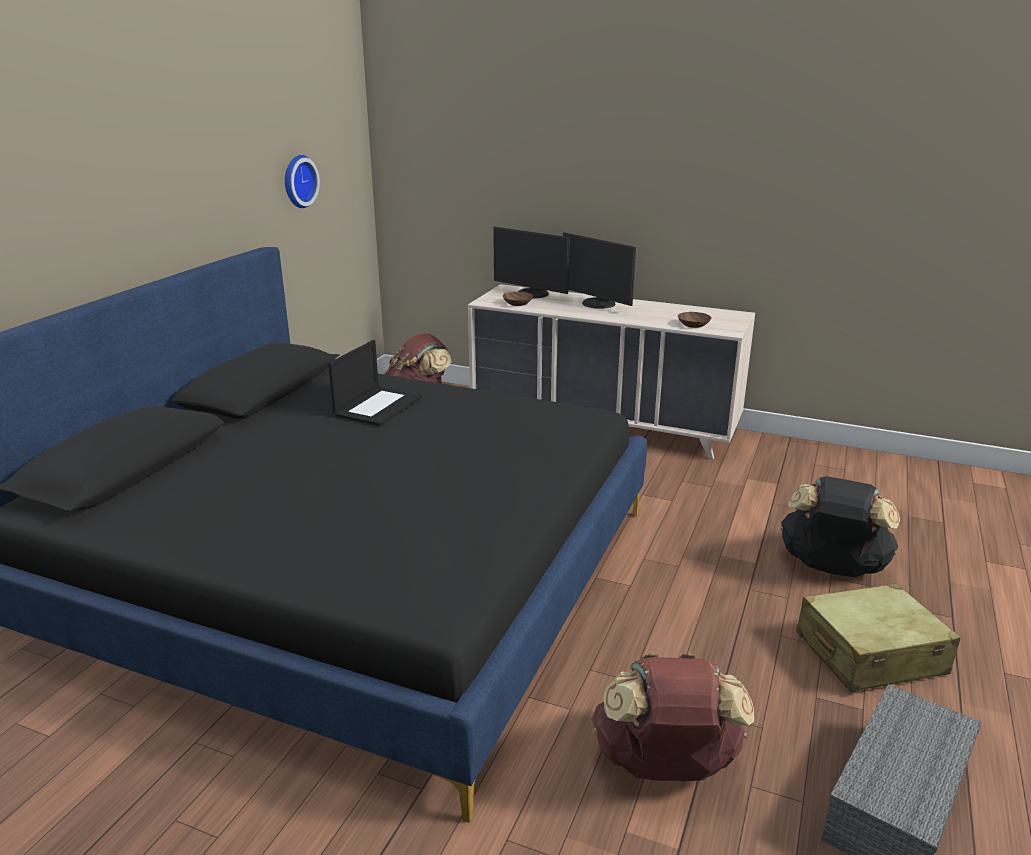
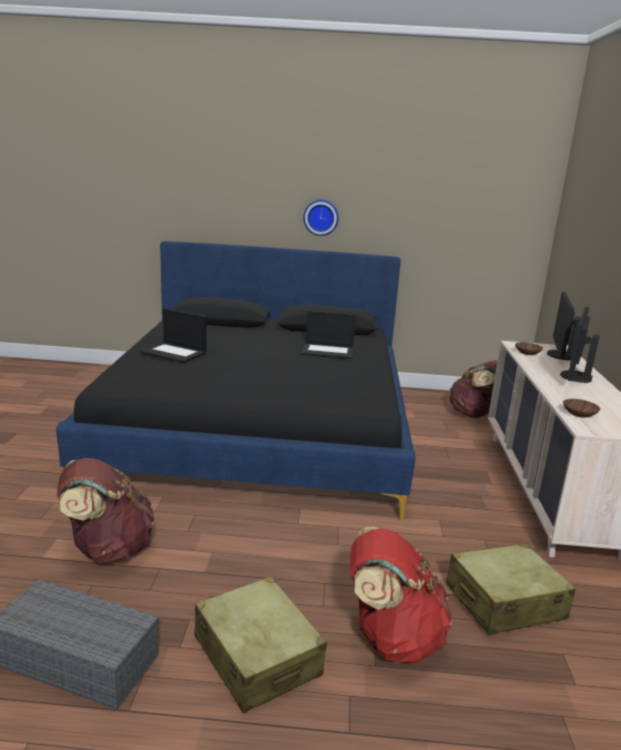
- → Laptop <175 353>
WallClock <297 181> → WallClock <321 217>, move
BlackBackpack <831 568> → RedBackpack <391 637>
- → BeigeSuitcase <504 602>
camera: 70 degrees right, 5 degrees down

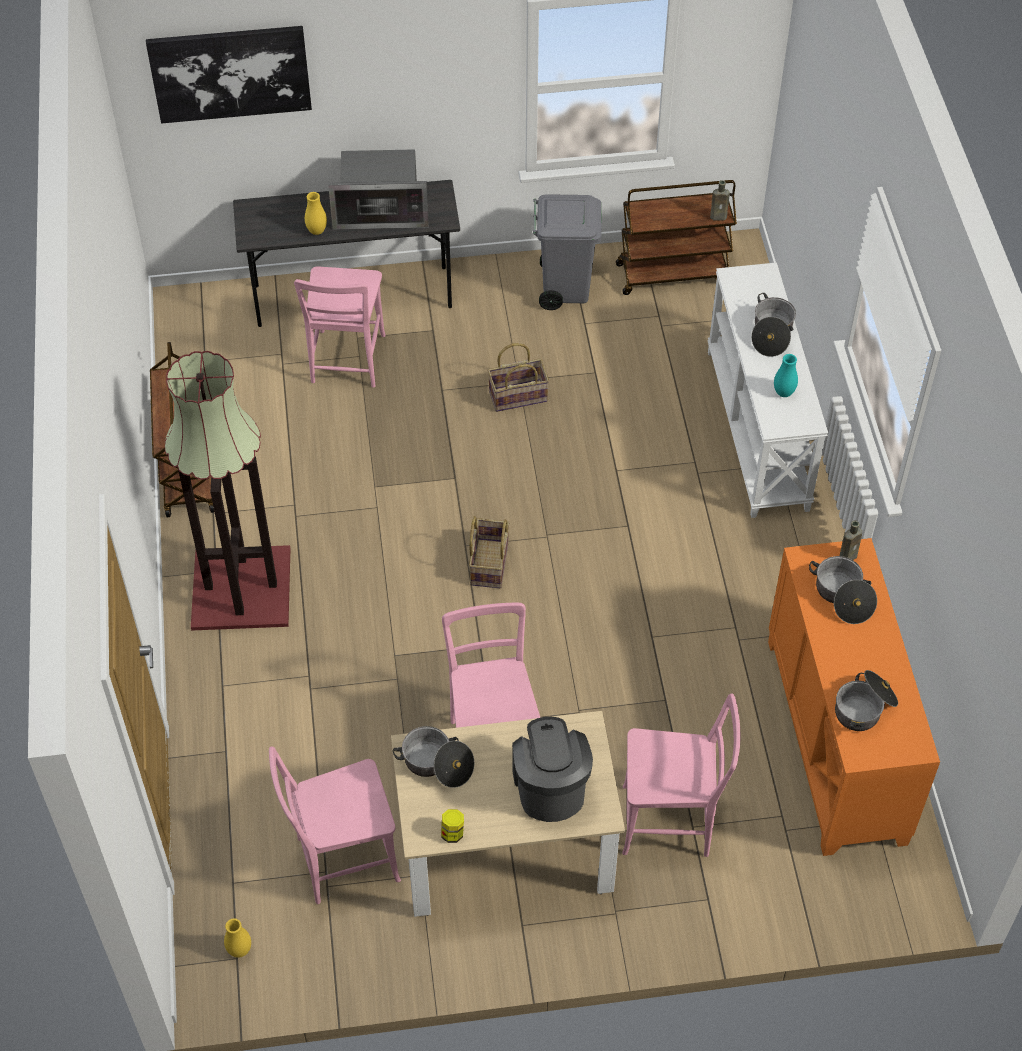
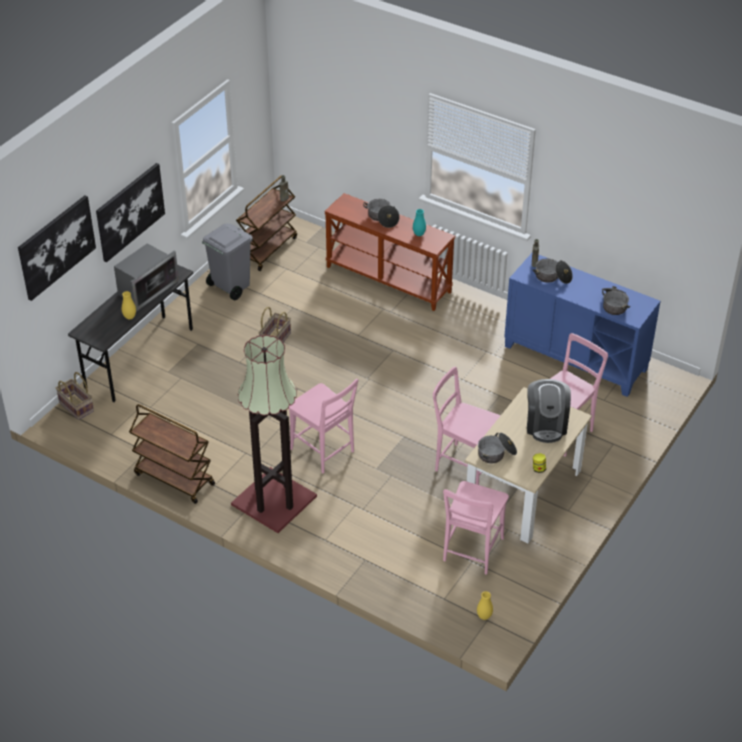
Basket <488 563> → Basket <75 407>, move
- → Picture <130 211>
PinkChair <347 363> → PinkChair <324 452>, move
WhiteConsoleTable <758 429> → BrownConsoleTable <389 279>
OrangeCabinet <836 740> → BlueCabinet <576 357>
CoffeeMachine <550 786> → CoffeeMachine <546 425>, 120 degrees counterclockwise
camera: 50 degrees left, 10 degrees down

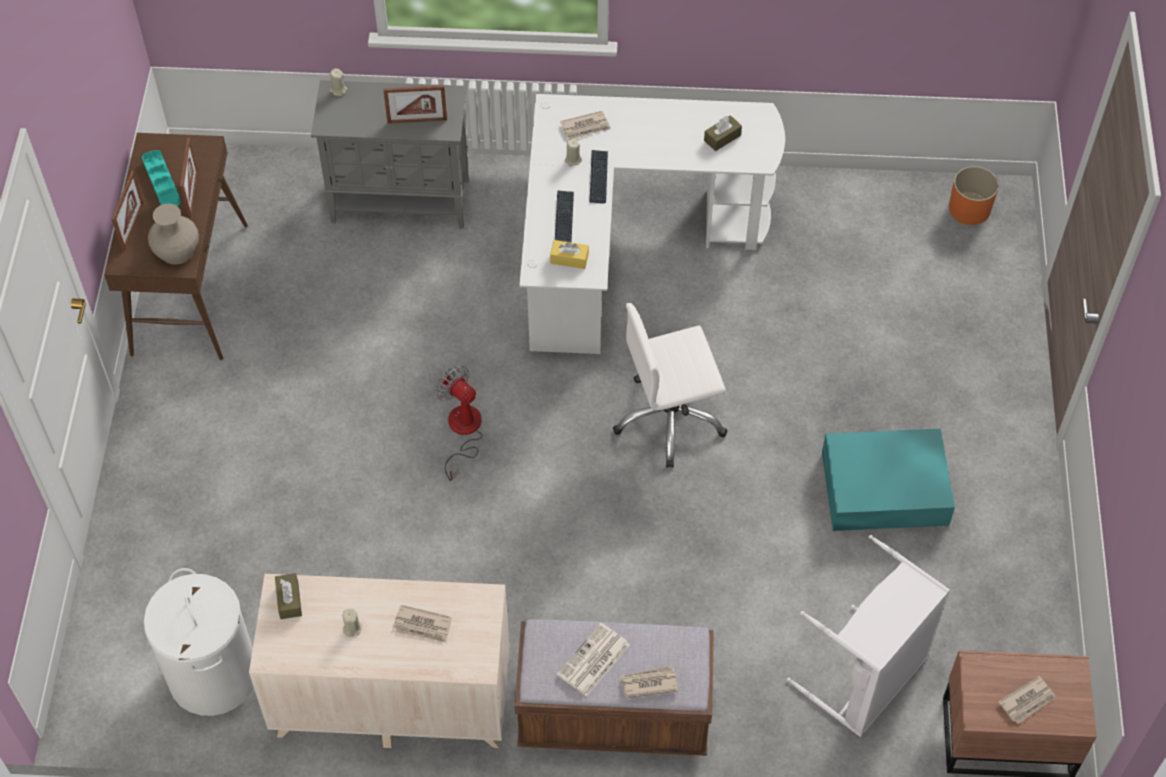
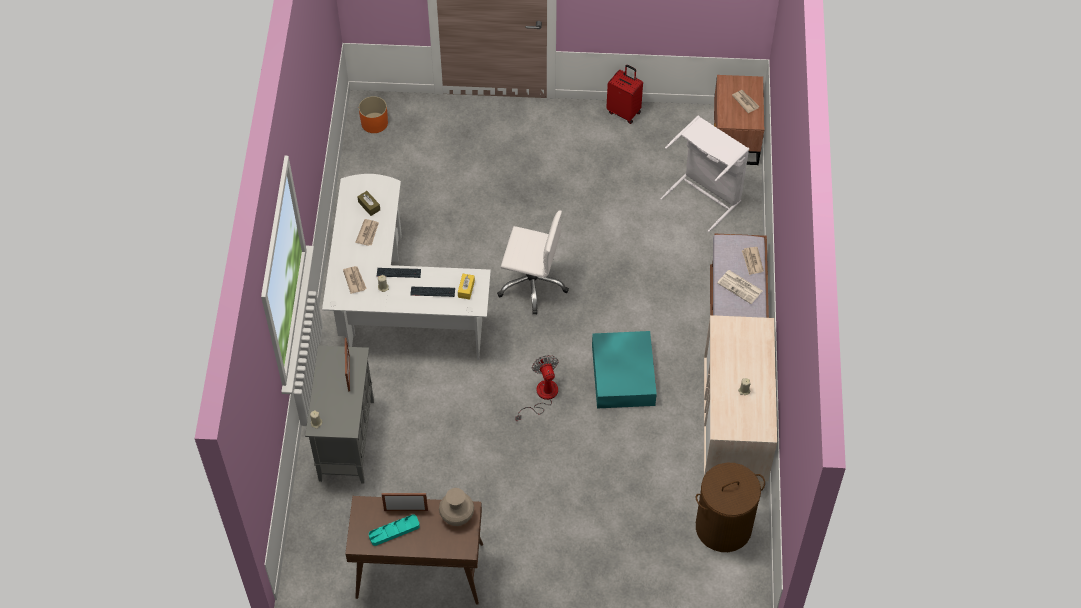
Newspaper <423 626> → Newspaper <368 233>, move
WhiteOfficeChair <669 419> → WhiteOfficeChair <532 284>, 60 degrees counterclockwise
Fan <462 432> → Fan <542 396>, 120 degrees clockwise
TurquoiseStorageBox <886 489> → TurquoiseStorageBox <623 374>, move
- → RedSuitcase <624 112>
WhiteLaundryBasket <214 675> → BrownLaundryBasket <723 526>
PictureFrame <132 226> → -
BrownTissueBox <289 600> → -
camera: 90 degrees left, 0 degrees up

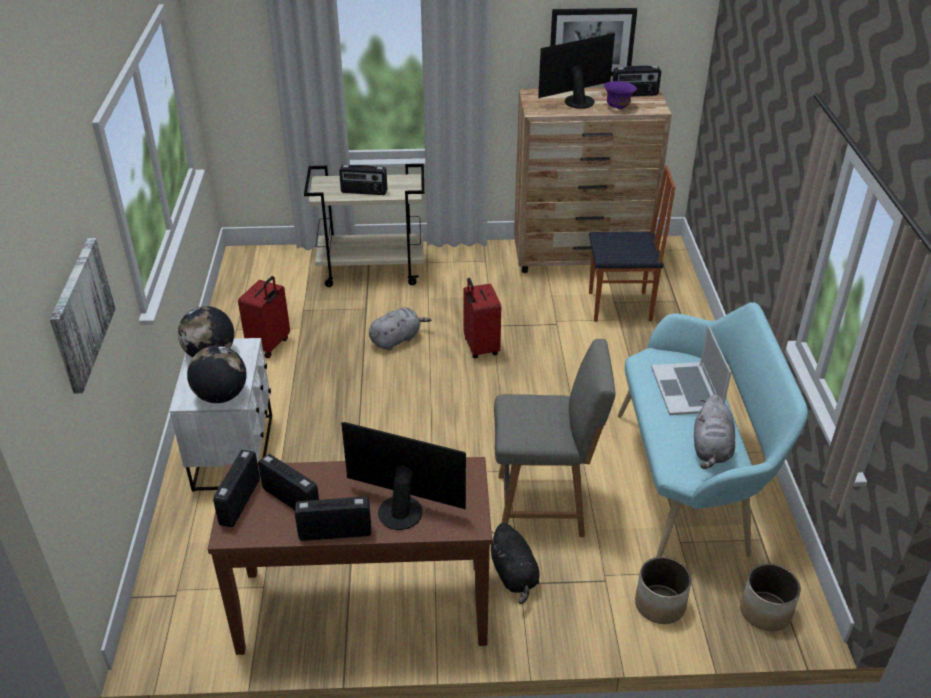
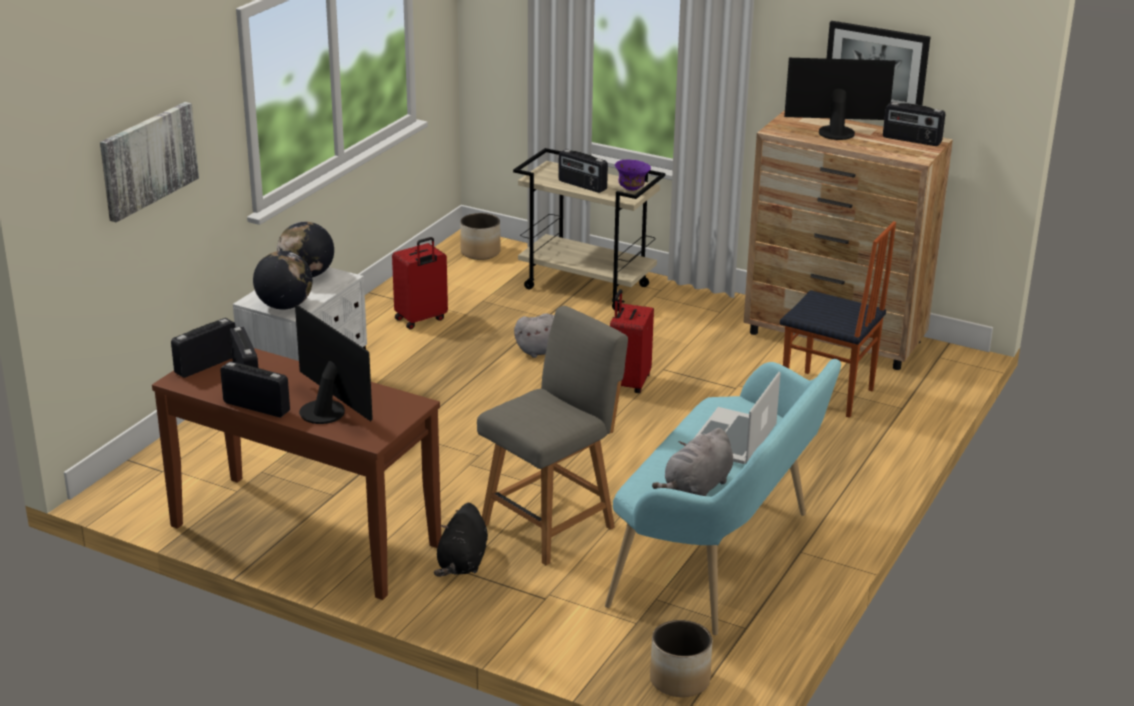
Planter <659 604> → Planter <480 252>, move
GreyChair <544 505> → GreyChair <551 524>, 75 degrees counterclockwise
PurpleBowl <617 107> → PurpleBowl <631 188>, move
camera: 30 degrees right, 10 degrees down

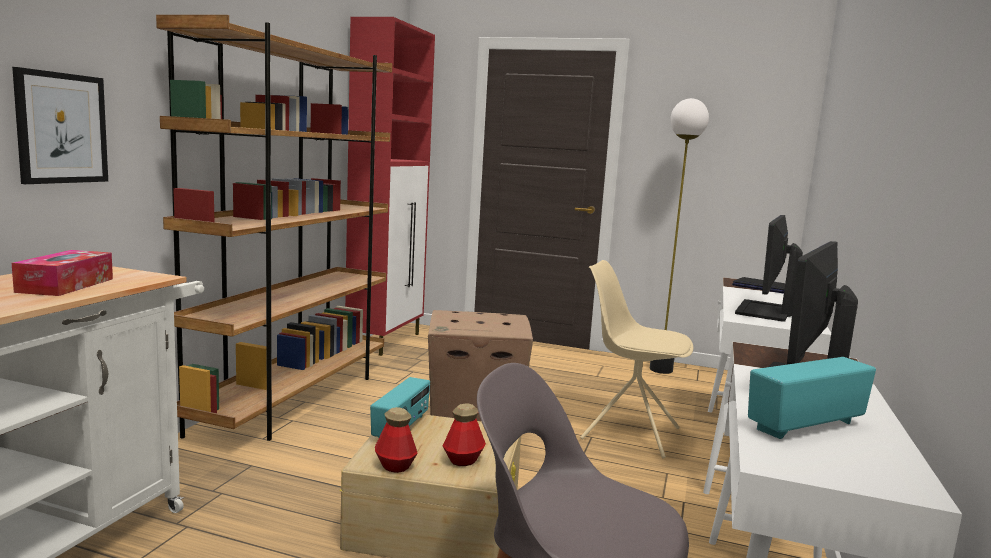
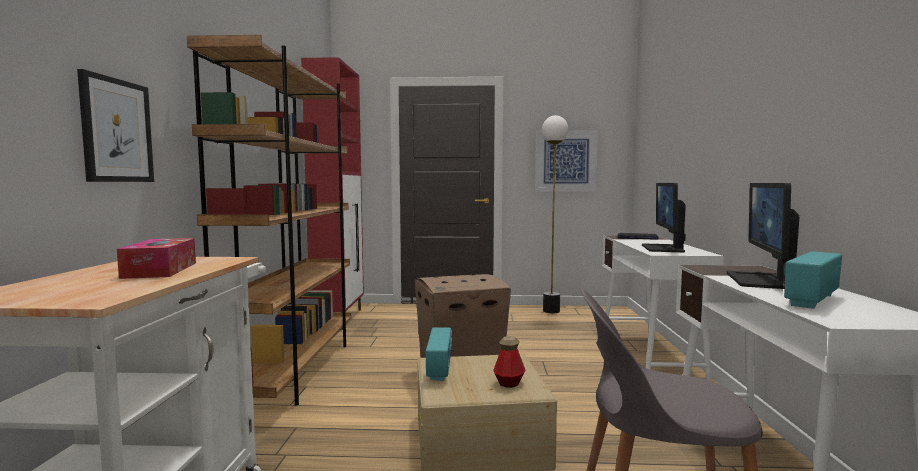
- → Picture <565 161>
Bottle <395 466> → -
BeigeChair <628 433> → -
camera: 15 degrees left, 5 degrees down

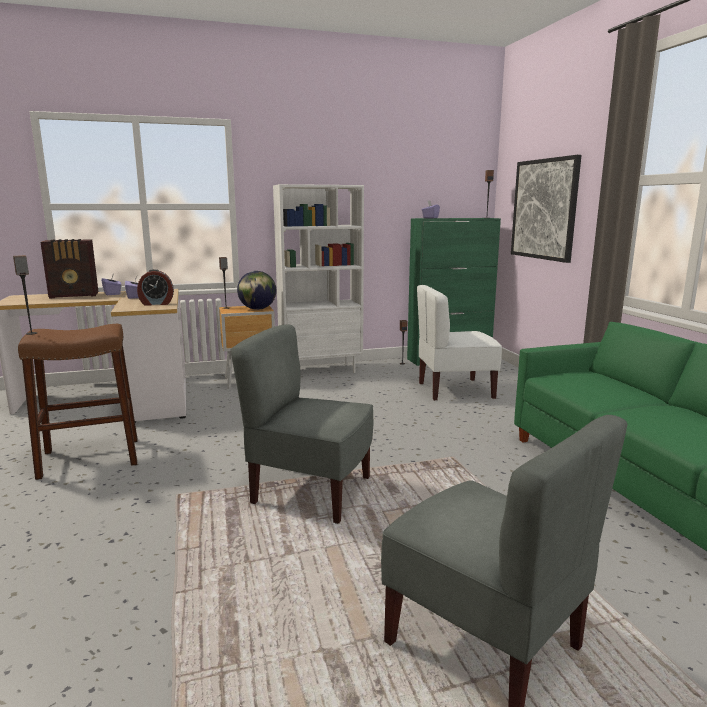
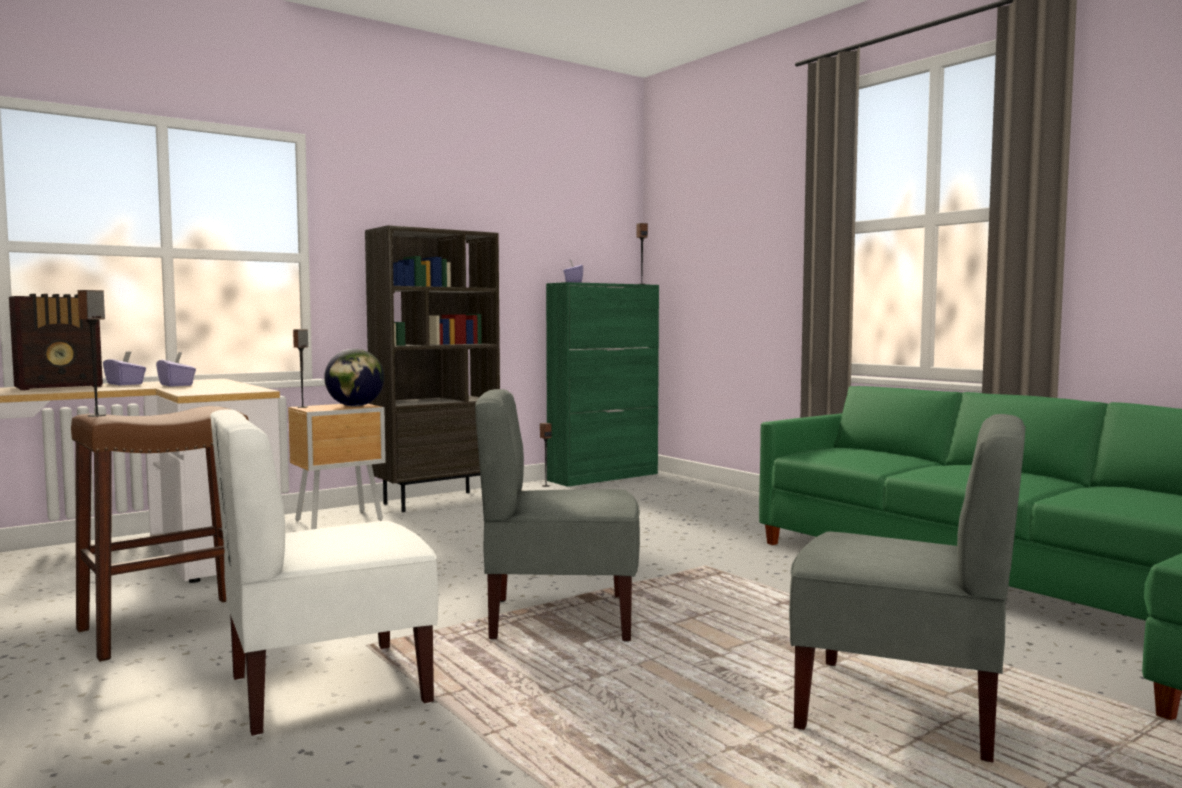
WhiteChair <454 391> → WhiteChair <327 689>, move
WhiteBookcase <321 370> → BrownBookcase <437 501>
AlarmClock <156 303> → -
Picture <544 209> → -
camera: 20 degrees left, 10 degrees down

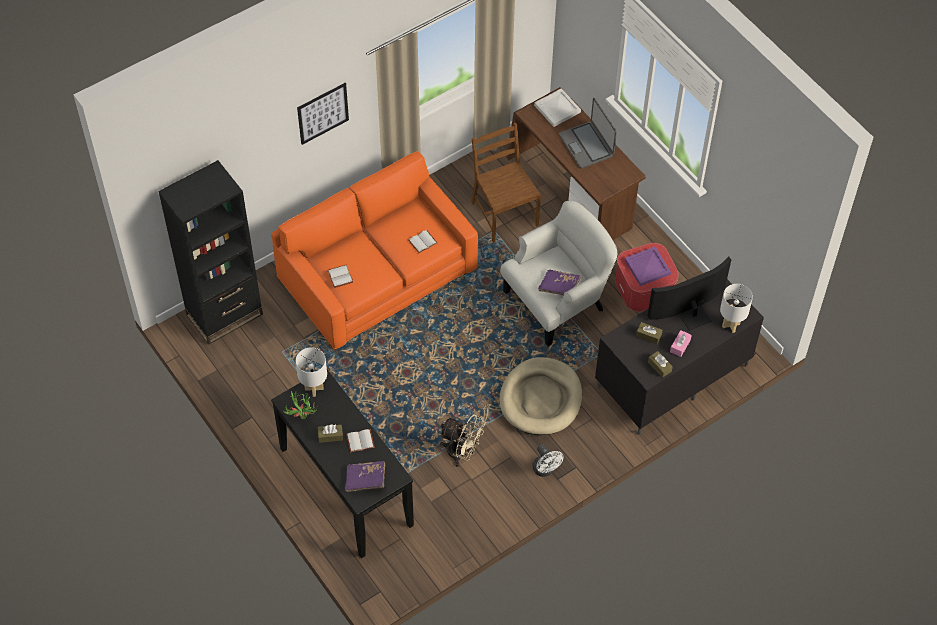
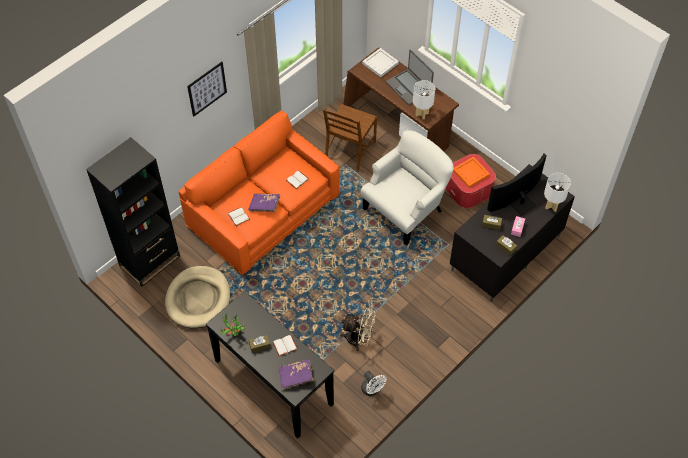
BeigeDogBed <541 399> → BeigeDogBed <198 299>, move
PurpleBook <559 287> → PurpleBook <264 206>, move
BrownChair <503 214> → BrownChair <349 150>, 120 degrees counterclockwise
WhiteFan <545 470> → WhiteFan <372 390>, move
WhiteTableLamp <313 389> → WhiteTableLamp <421 114>, move
PurpleTray <646 267> → OrangeTray <470 173>
camera: 10 degrees left, 0 degrees up

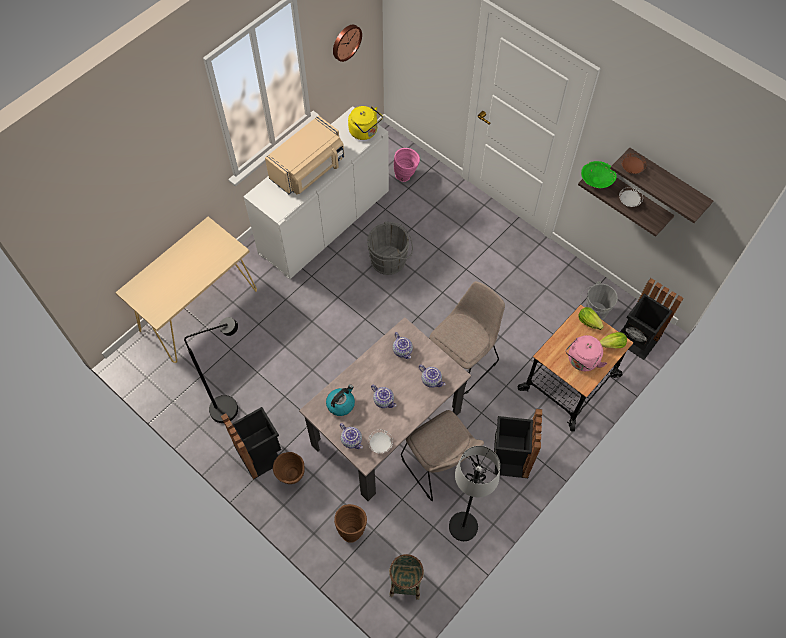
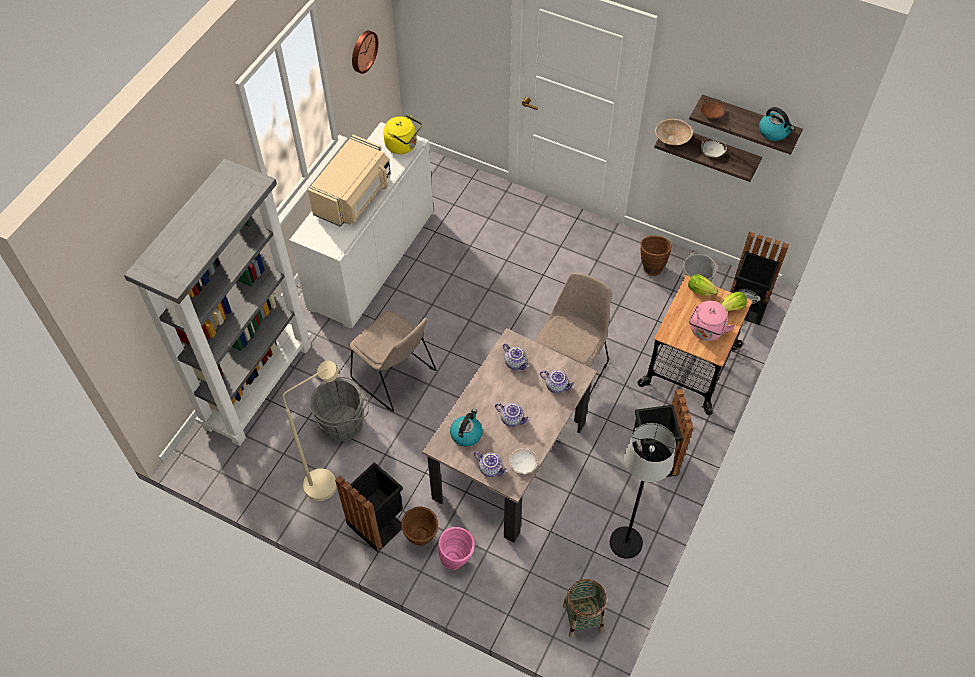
BeigeConsoleTable <199 310> → GreyBookcase <258 384>
BlackFloorLamp <231 406> → BeigeFloorLamp <328 479>
GreyBucket <390 260> → GreyBucket <344 422>, move
BeigeChair <441 465> → BeigeChair <395 377>, move
PinkVase <406 176> → PinkVase <457 559>, move
BrownVase <351 528> → BrownVase <651 266>, move
GreenBowl <596 180> → BeigeBowl <671 139>
- → Kettle <774 132>
camera: 15 degrees left, 5 degrees down

